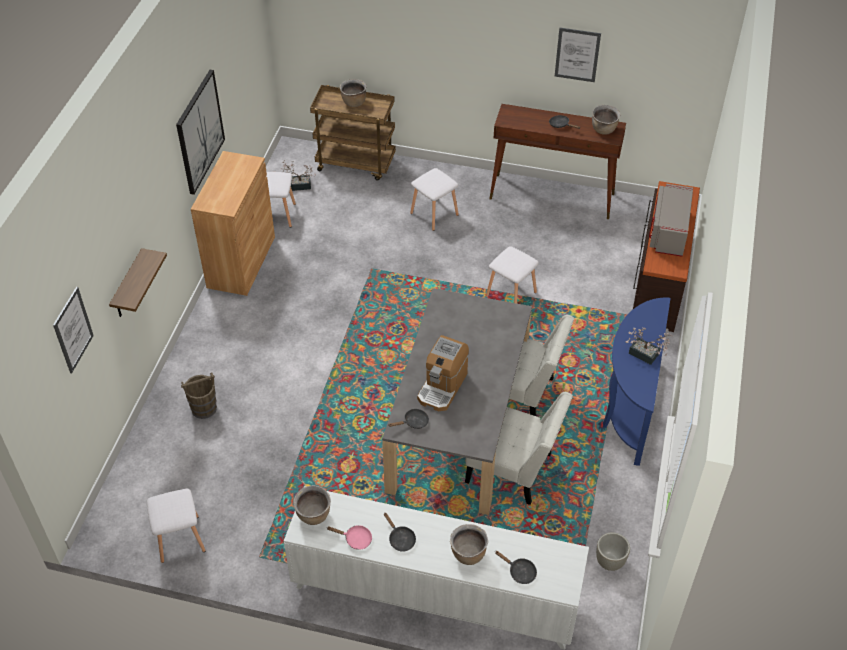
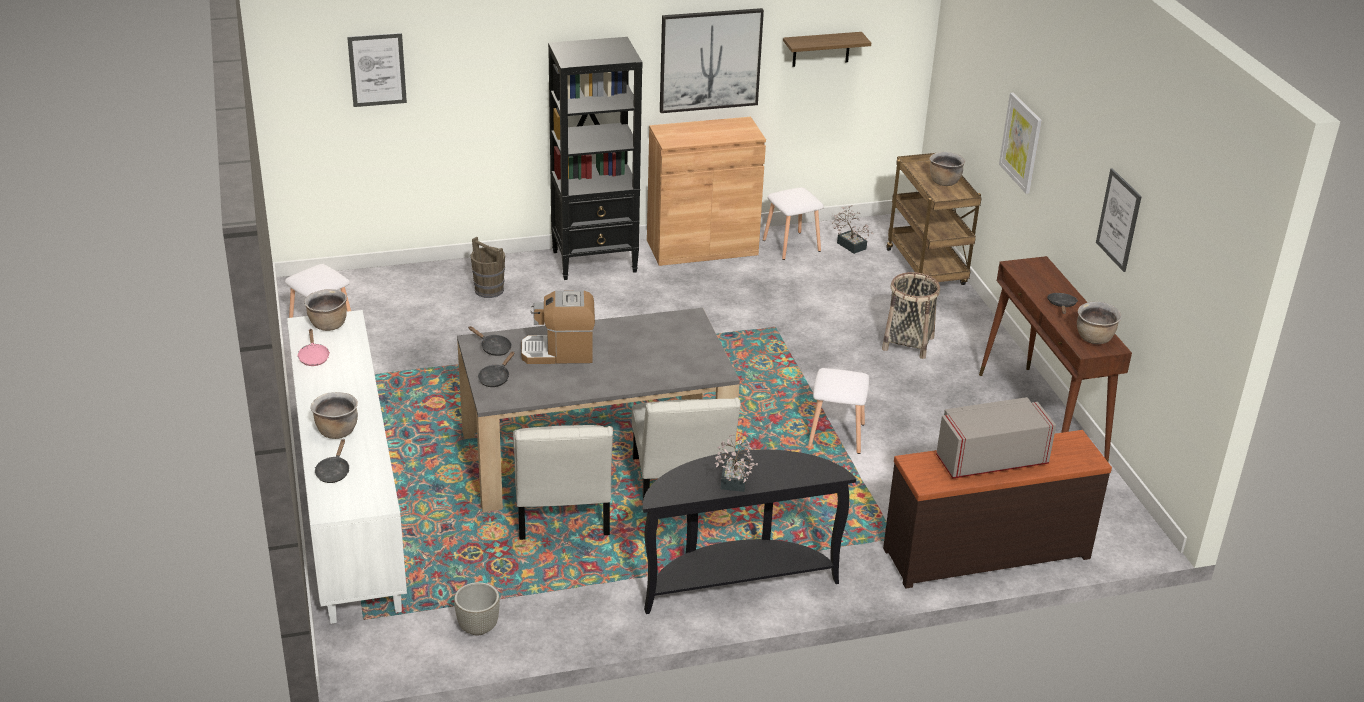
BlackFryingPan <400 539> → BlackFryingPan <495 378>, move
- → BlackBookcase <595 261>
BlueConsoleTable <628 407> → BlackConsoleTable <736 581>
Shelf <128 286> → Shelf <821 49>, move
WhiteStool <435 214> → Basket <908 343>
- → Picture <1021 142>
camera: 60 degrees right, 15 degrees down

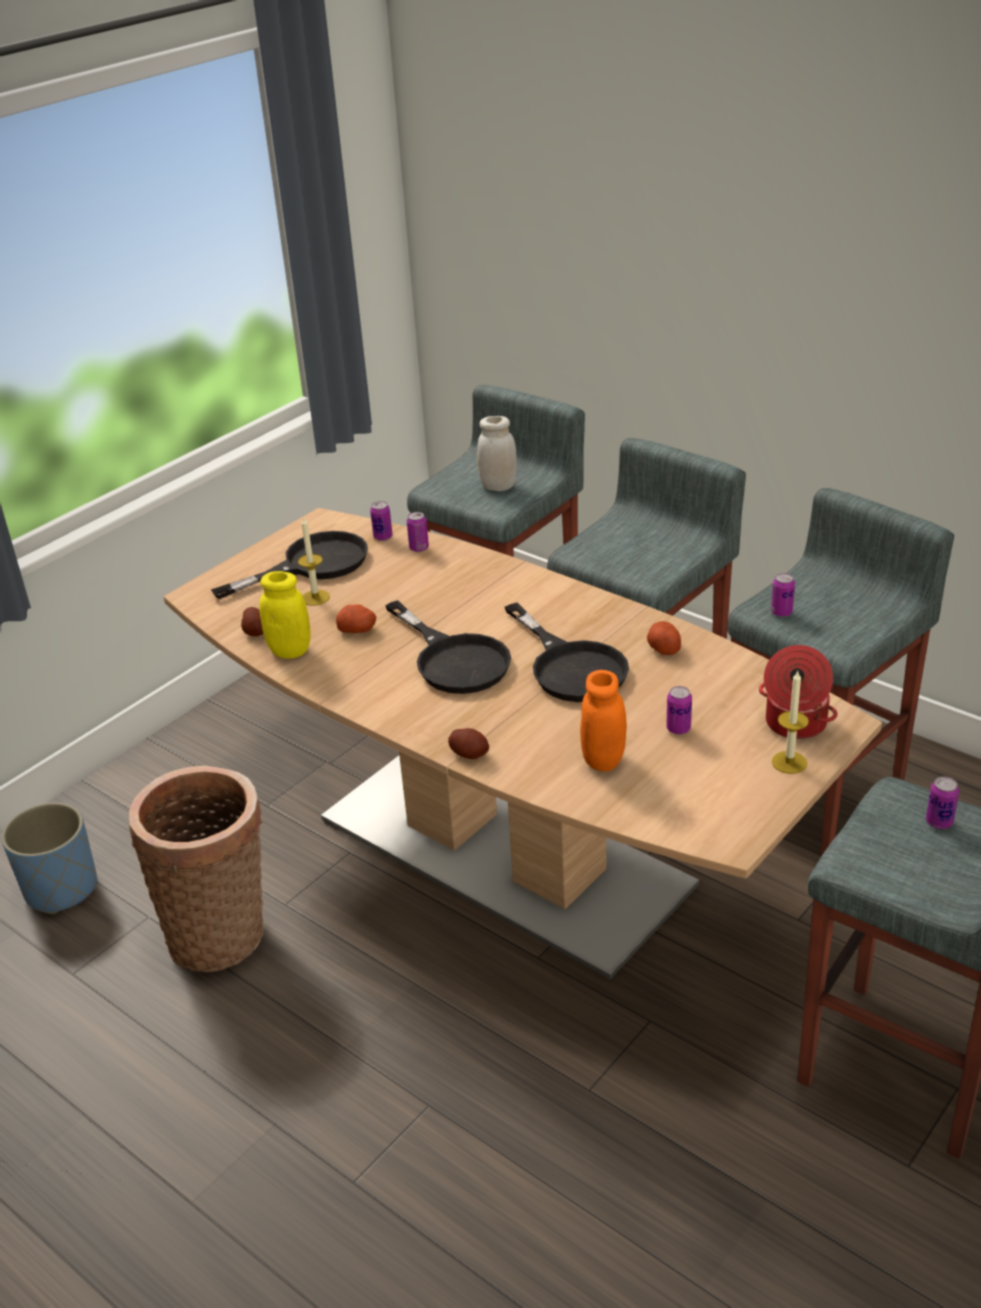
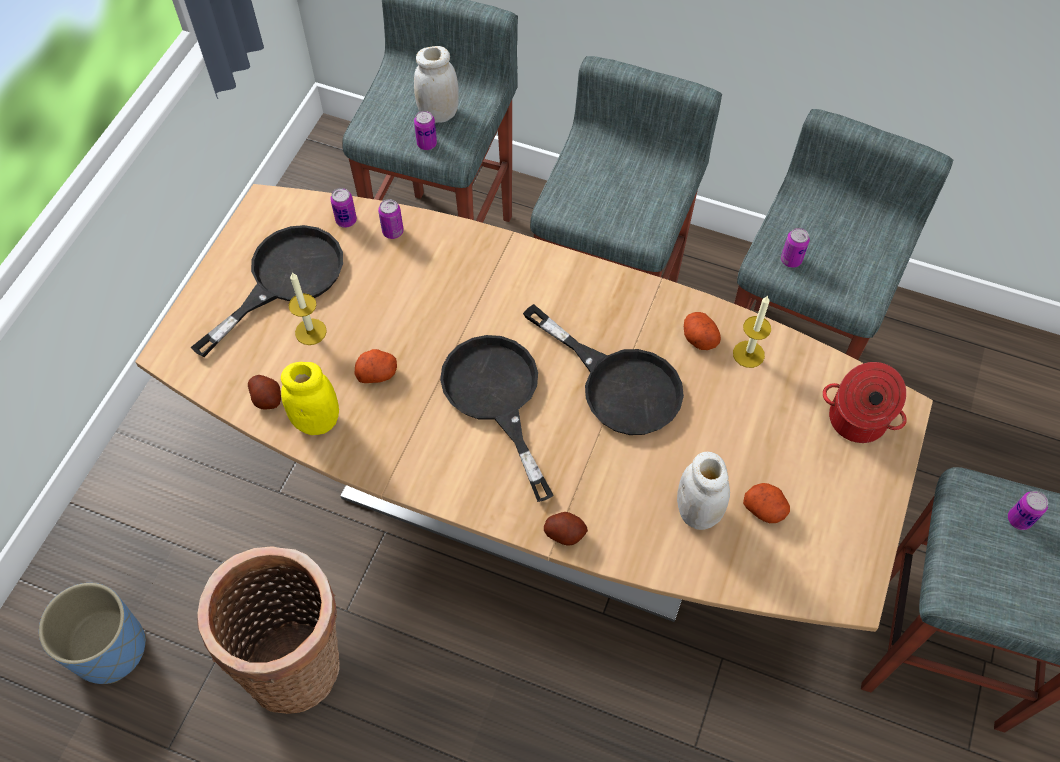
Can <678 729> → Can <427 144>, move
BlackFryingPan <454 659> → BlackFryingPan <496 398>, 150 degrees counterclockwise
OrangeJar <603 760> → WhiteJar <697 511>
Candle <789 762> → Candle <748 354>, move
- → Potato <765 508>
camera: 20 degrees left, 25 degrees up

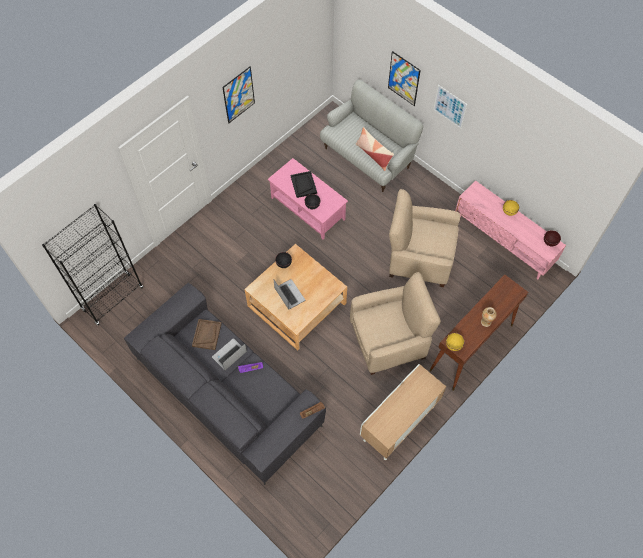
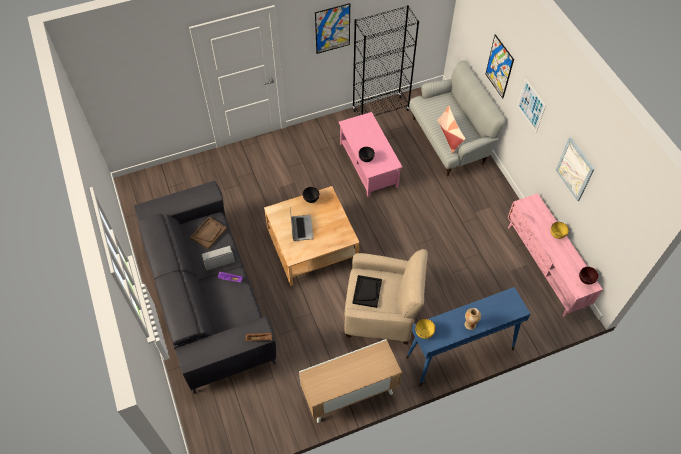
BlackBookcase <113 299> → BlackBookcase <380 110>, move
BlackTray <303 185> → BlackTray <367 291>, move
BrownConsoleTable <471 348> → BlueConsoleTable <459 354>
- → Picture <575 169>
BeigeArmchair <419 257> → -
camera: 25 degrees right, 5 degrees down

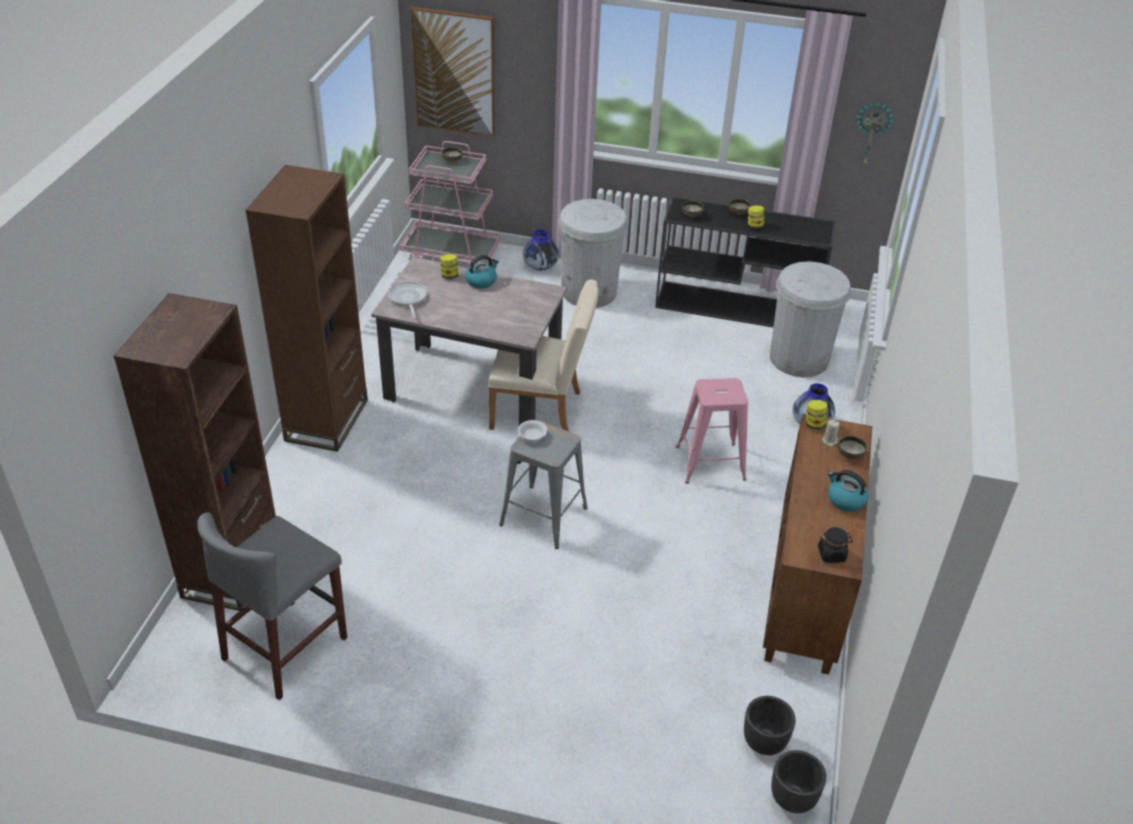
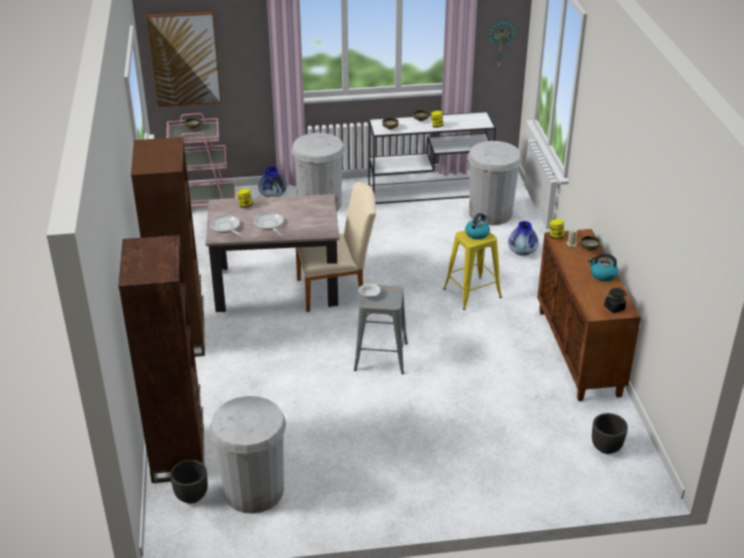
BlackPlanter <793 800> → BlackPlanter <192 496>, move
GreyStool <285 648> → WhiteTrashCan <253 491>
- → FryingPan <269 225>
BlackConsoleTable <738 307> → WhiteConsoleTable <430 190>
PinkStool <710 463> → YellowStool <472 293>
Kettle <481 281> → Kettle <477 234>, move
camera: 20 degrees left, 5 degrees down

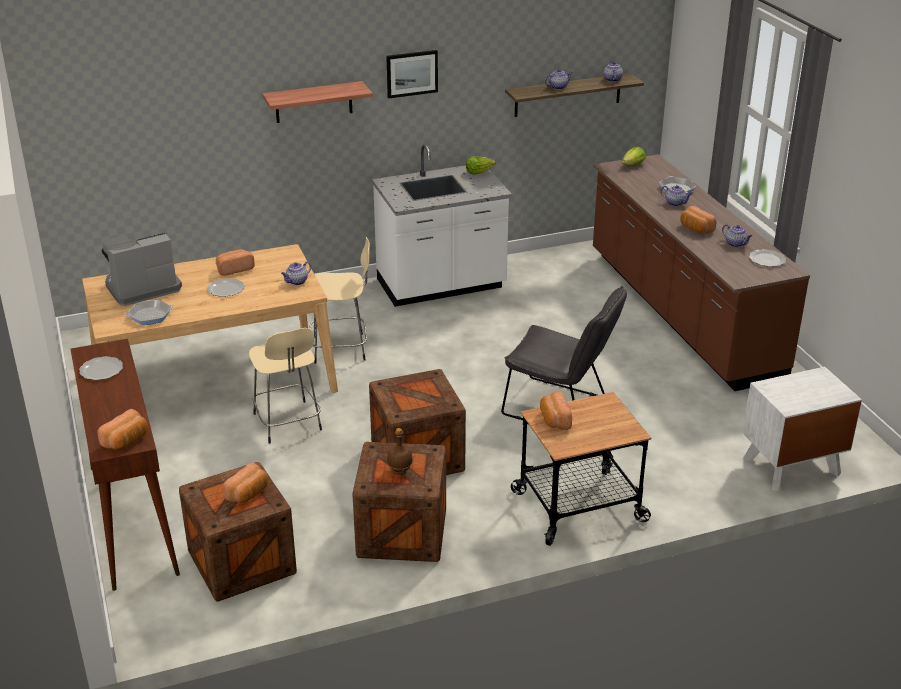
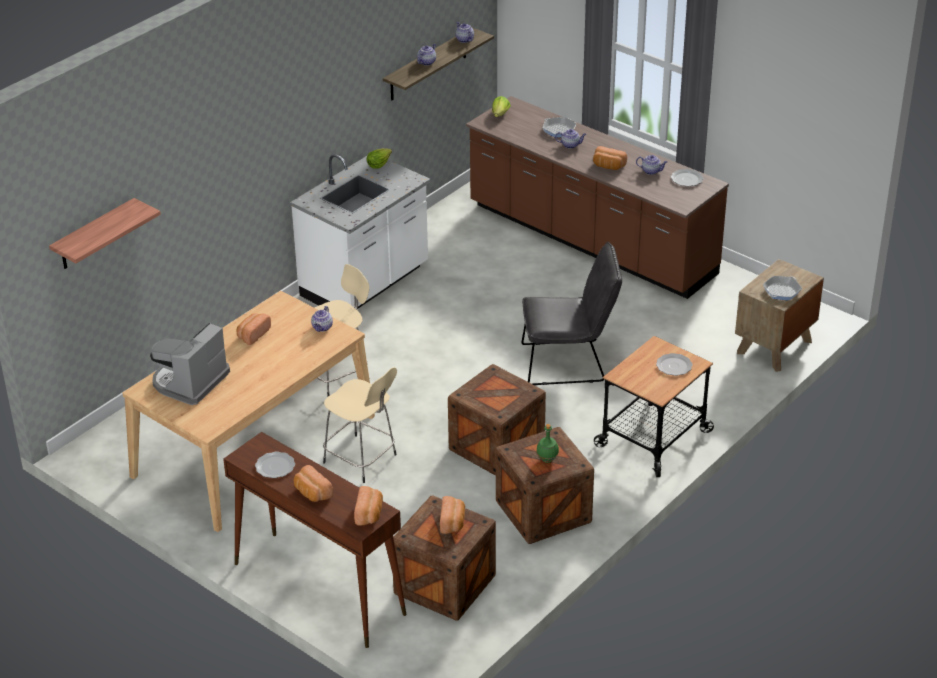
Shelf <313 102> → Shelf <94 235>, move
Bread <554 420> → Bread <312 493>, move
BrownBottle <400 471> → GreenBottle <547 459>
Plate <226 289> → Plate <673 365>, move
WhiteNightstand <791 466> → BrownNightstand <774 347>
FryingPan <150 316> → FryingPan <781 291>, move
Picture <412 73> → -
camera: 30 degrees left, 5 degrees up

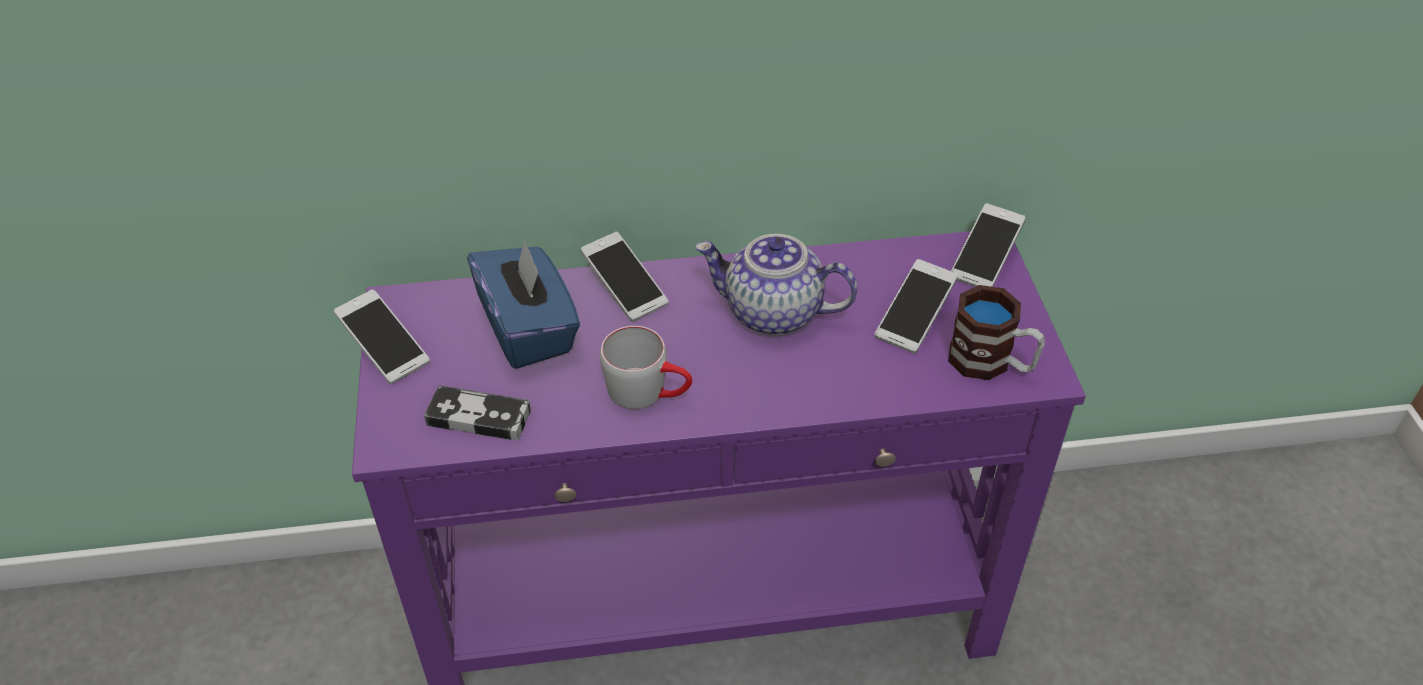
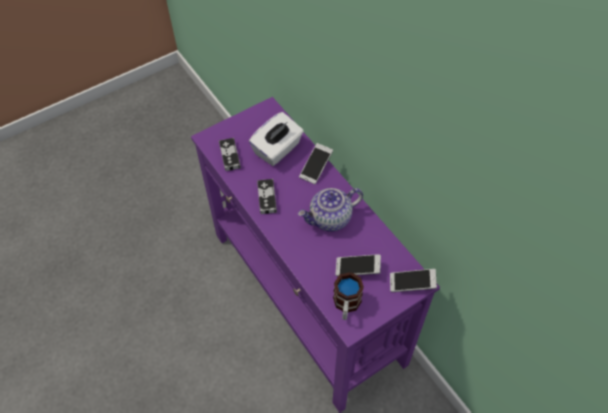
BlueTissueBox <529 329> → WhiteTissueBox <277 150>
GreyMug <649 392> → GameController <267 198>
Teapot <772 313> → Teapot <330 219>, 105 degrees counterclockwise
Phone <384 347> → -
camera: 65 degrees right, 10 degrees up

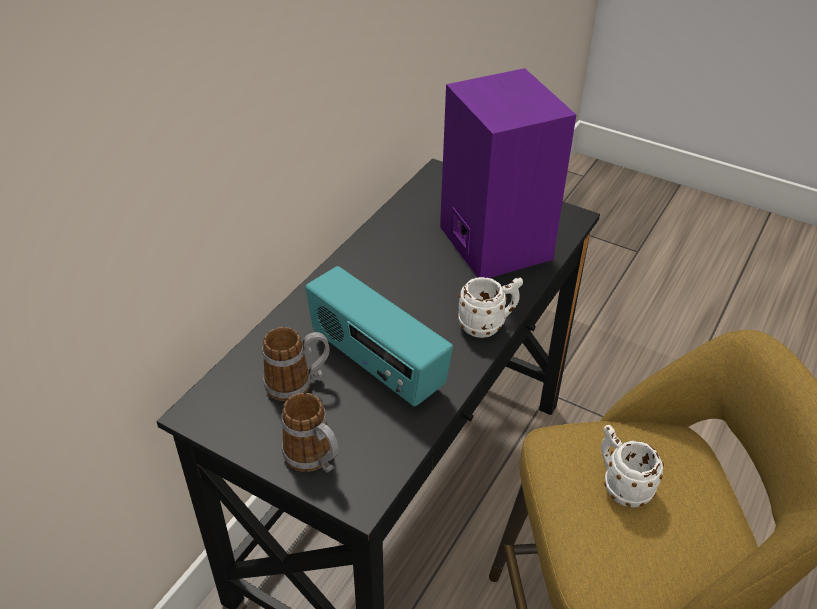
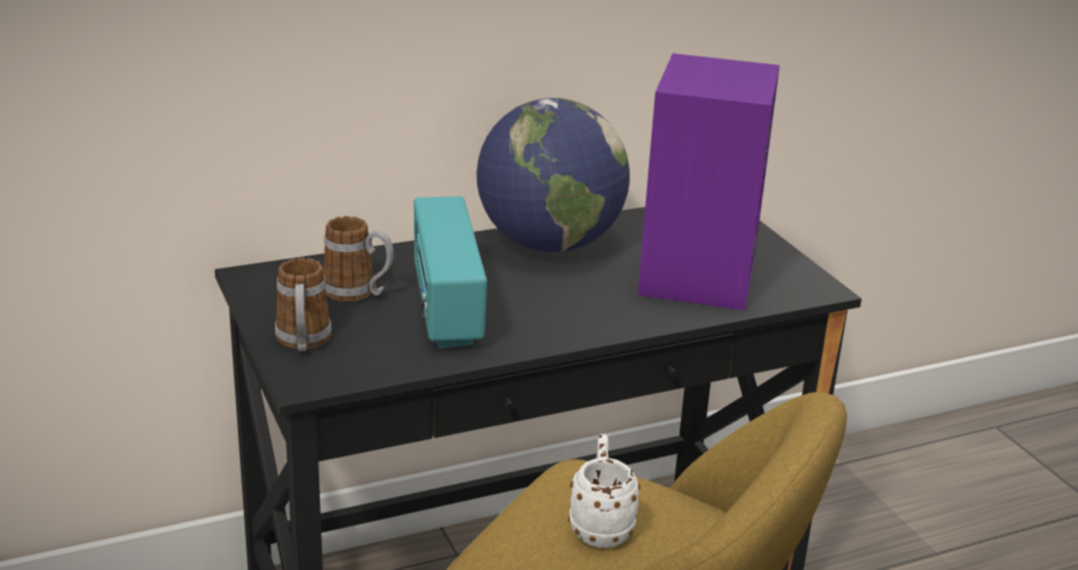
- → Globe <549 244>
WhiteMug <488 325> → -
camera: 35 degrees right, 15 degrees down

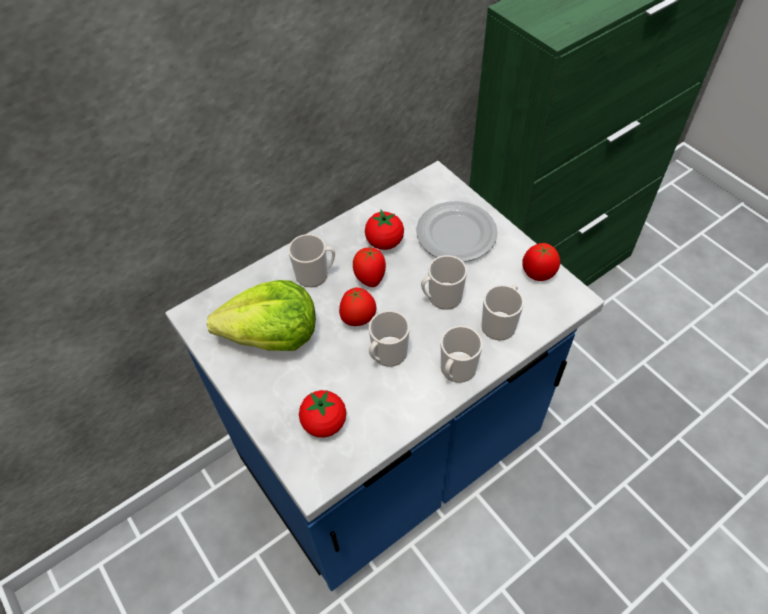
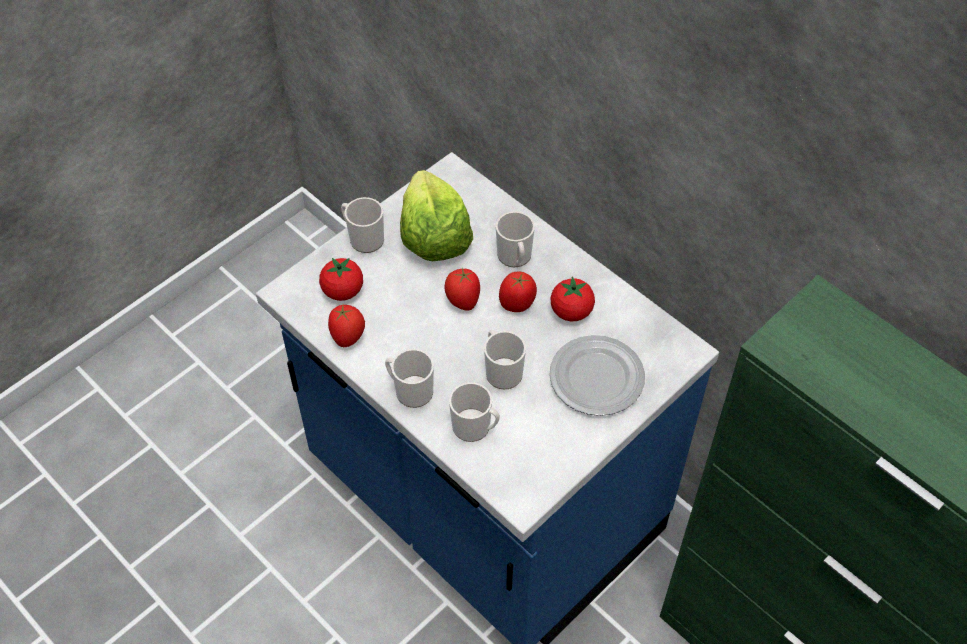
Tomato <538 274> → Tomato <348 338>, move
Mug <387 355> → Mug <363 238>, move
camera: 80 degrees right, 0 degrees up

